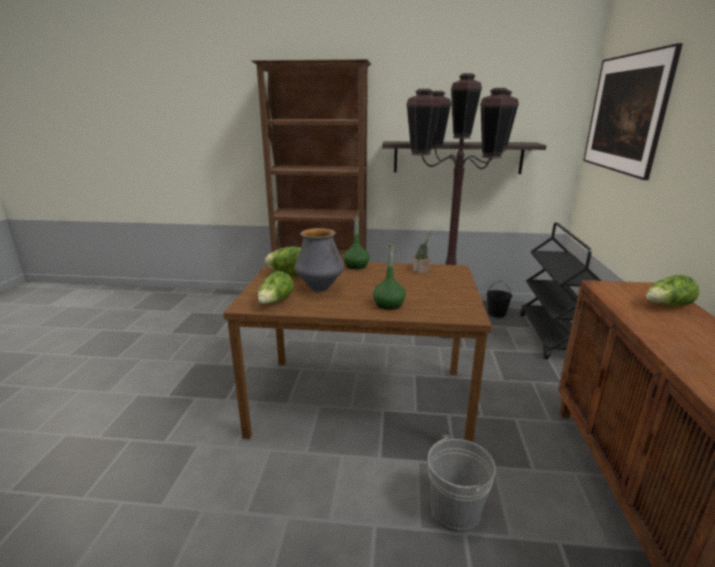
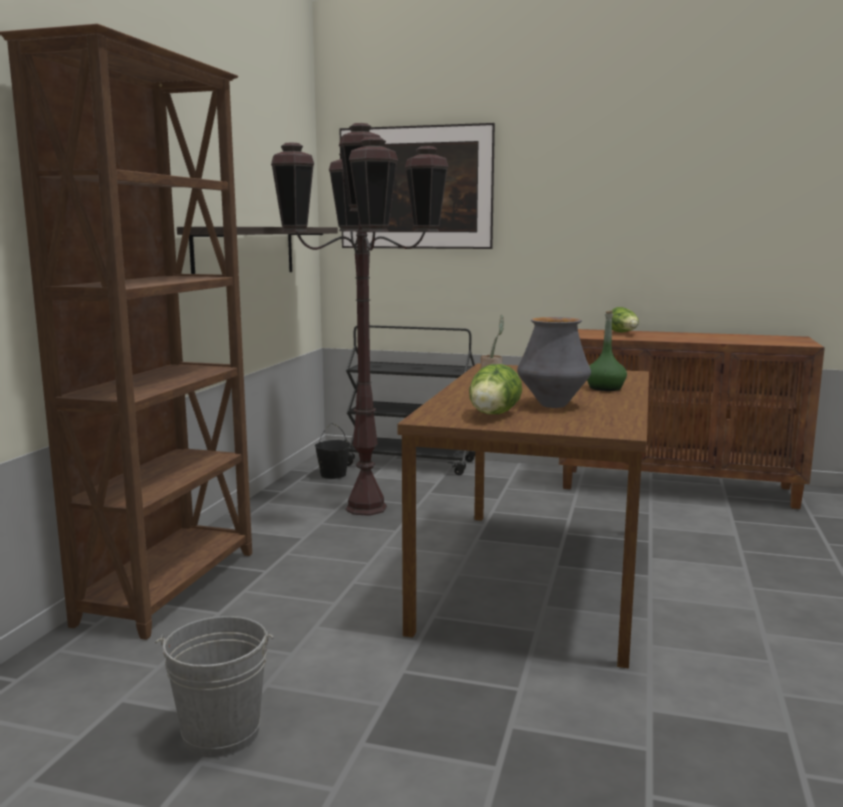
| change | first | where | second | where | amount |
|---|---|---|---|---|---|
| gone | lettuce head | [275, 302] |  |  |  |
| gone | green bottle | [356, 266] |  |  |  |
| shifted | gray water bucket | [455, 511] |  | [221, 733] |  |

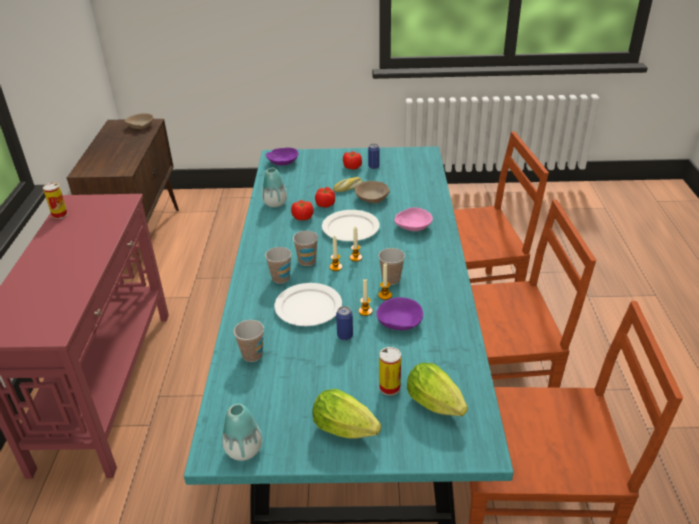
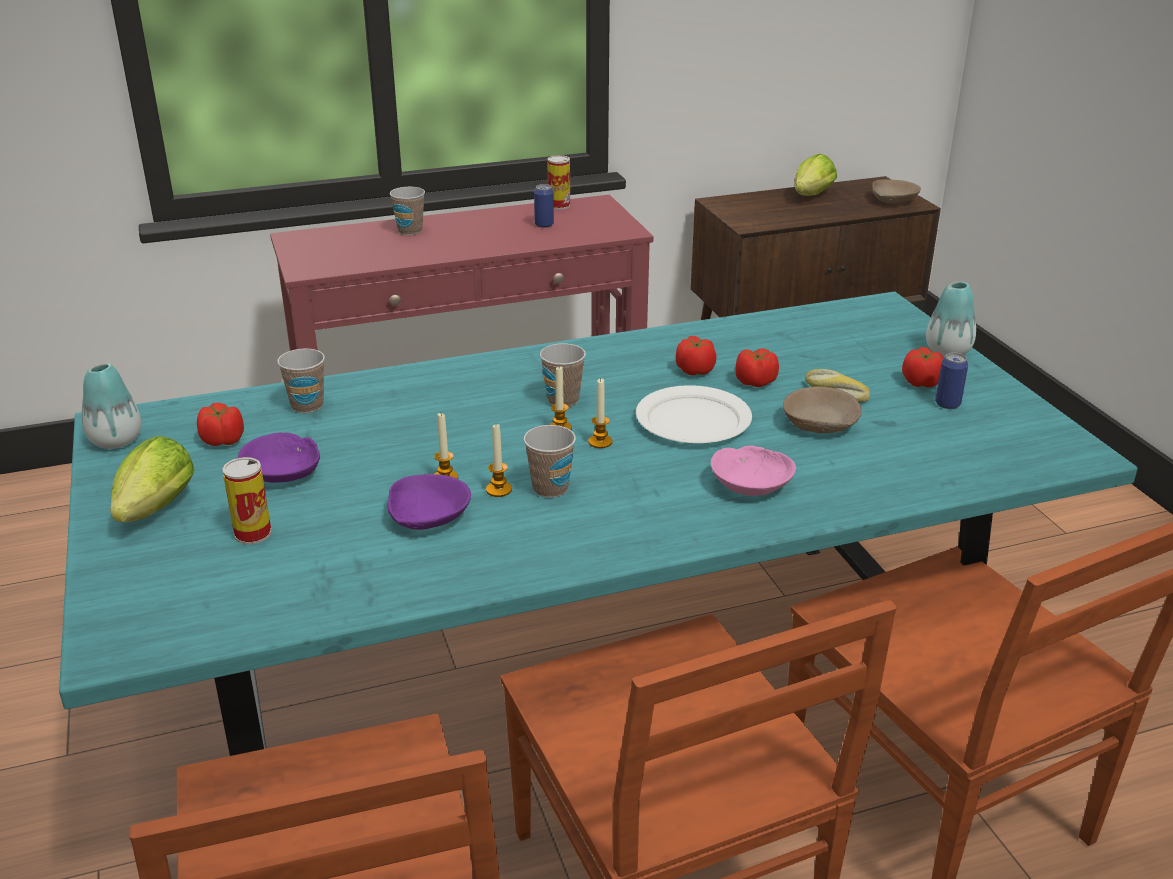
| change | first | where | second | where | amount |
|---|---|---|---|---|---|
| shifted | decorative vase | [275, 203] |  | [947, 351] |  |
| shifted | small cup | [280, 278] |  | [410, 231] |  |
| shifted | purple-coloured bowl | [282, 162] |  | [283, 471] |  |
| gone | white-coloured dinner plate | [308, 307] |  |  |  |
| shifted | sealed can | [345, 335] |  | [544, 225] |  |
| shifted | lettuce head | [437, 406] |  | [810, 197] |  |
| new |  |  | tomato | [223, 440] |  |

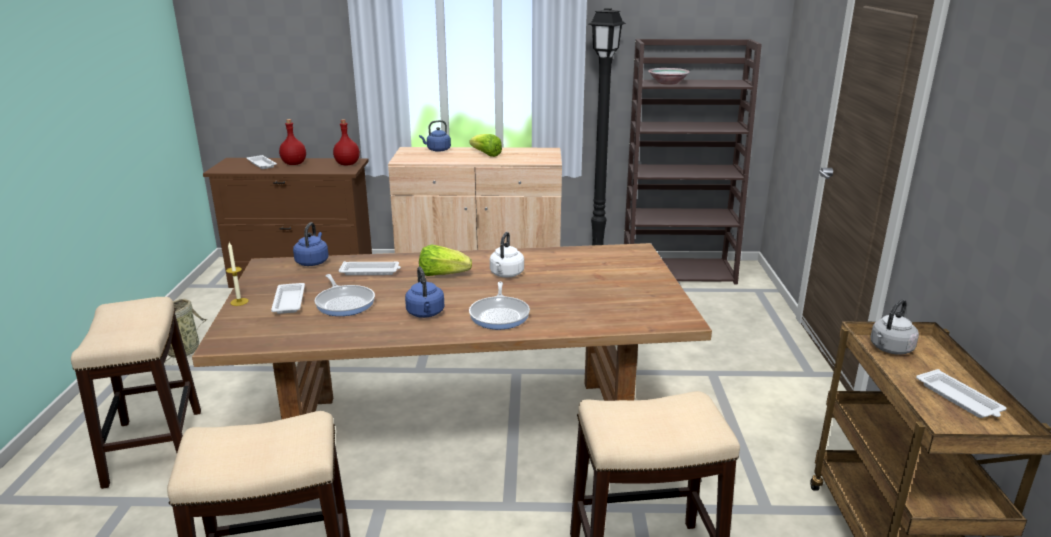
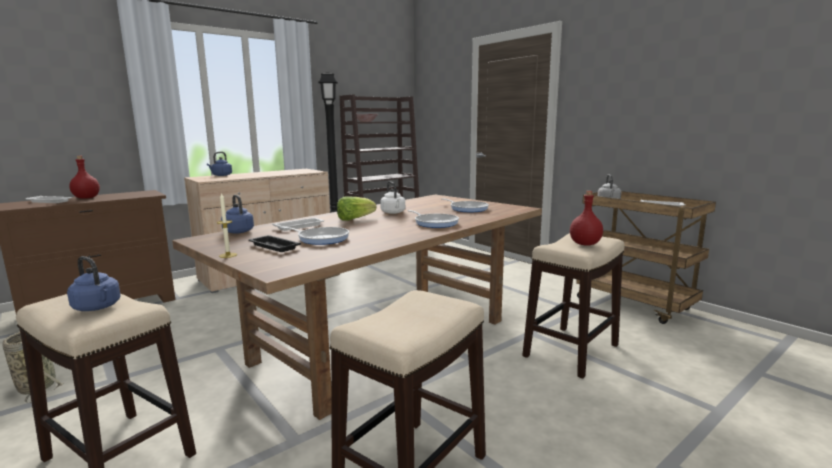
| change | first | where | second | where | amount |
|---|---|---|---|---|---|
| repainted | white-coloured serving tray | [289, 301] | black serving tray | [273, 246] |  |
| shifted | red bottle | [347, 164] |  | [584, 244] |  |
| shifted | blue-coloured kettle | [425, 313] |  | [98, 307] |  |
| gone | lettuce head | [486, 154] |  |  |  |
| new |  |  | skillet | [467, 209] |  |

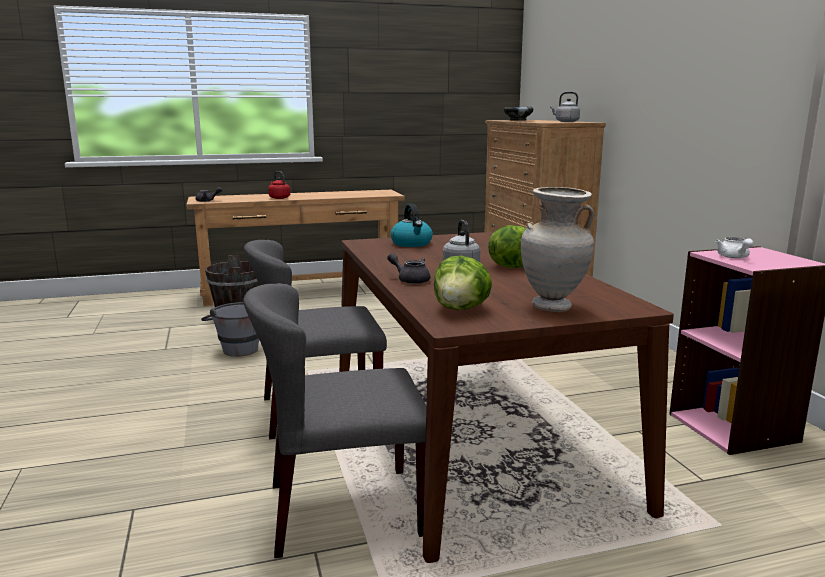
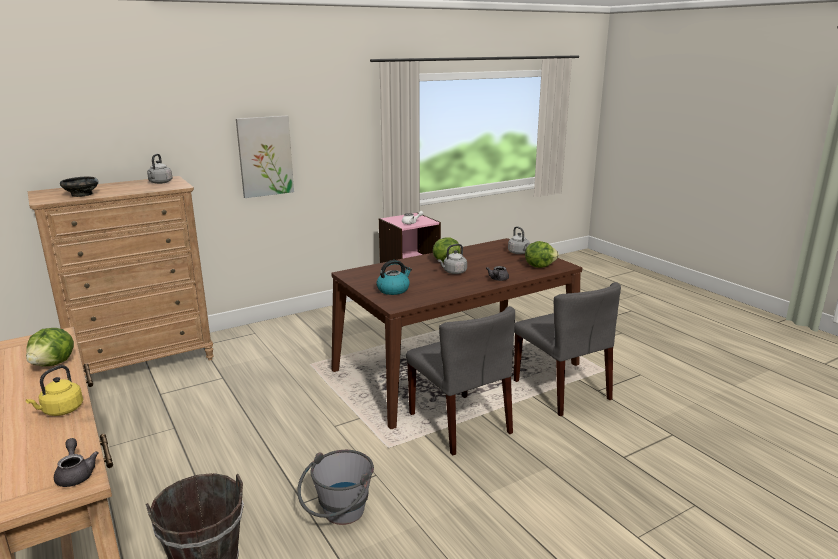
| change | first | where | second | where | amount |
|---|---|---|---|---|---|
| repainted | red kettle | [278, 198] | yellow-coloured kettle | [61, 410] |  |
| swapped | beige-coloured decorative vase | [552, 307] | gray kettle | [519, 253] |  |
| new |  |  | lettuce head | [54, 364] |  |
| new |  |  | picture | [265, 156] |  |

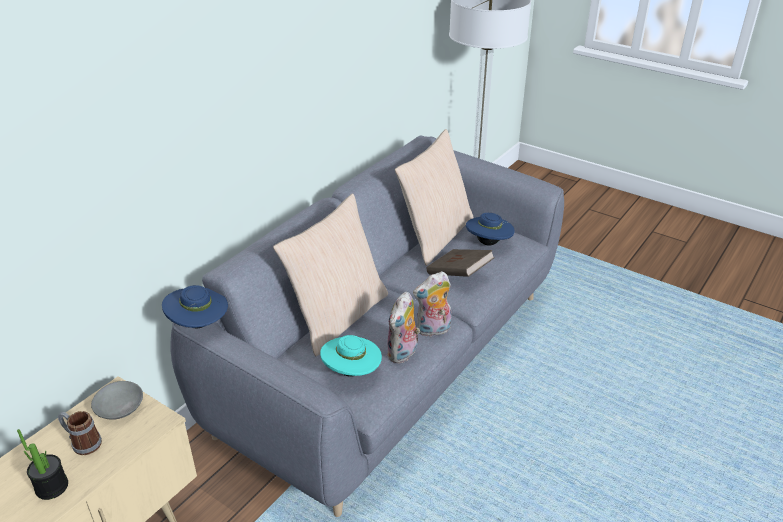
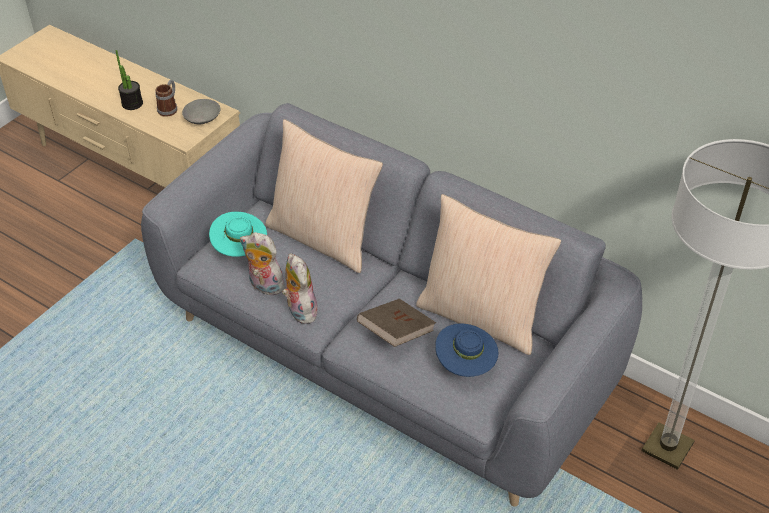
| change | first | where | second | where | amount |
|---|---|---|---|---|---|
| gone | blue-coloured clothing hat | [199, 324] |  |  |  |

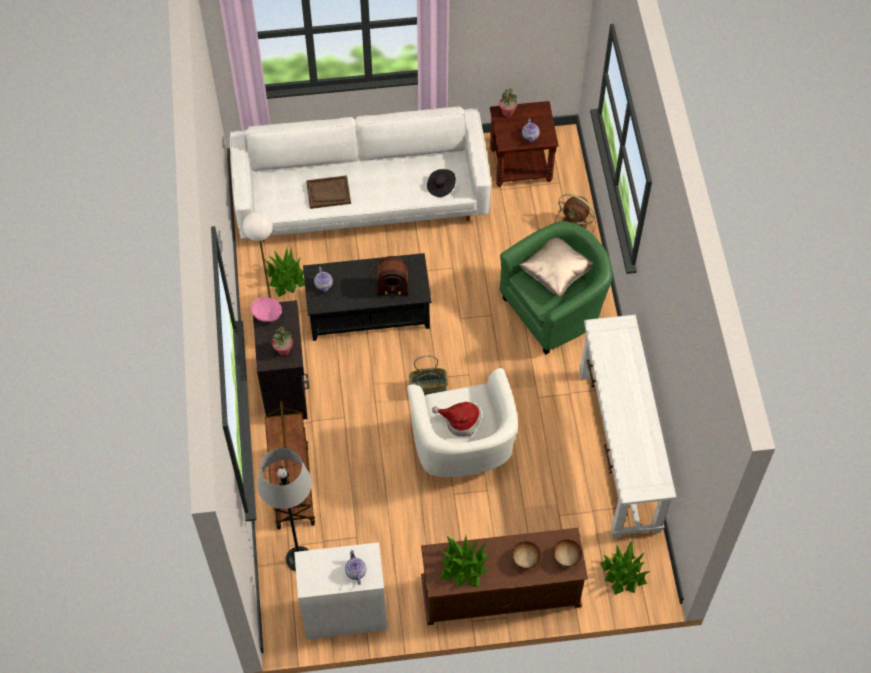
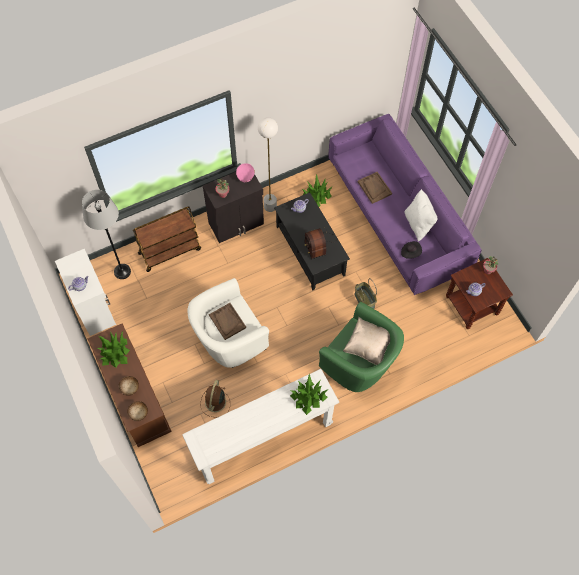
| change | first | where | second | where | amount |
|---|---|---|---|---|---|
| repainted | white-coloured sofa | [362, 198] | purple-coloured sofa | [397, 217] |  |
| shifted | storage basket | [428, 388] |  | [365, 300] |  |
| swapped | clothing hat | [460, 421] | brown serving tray | [227, 321] |  |
| shifted | brown electric fan | [575, 224] |  | [215, 403] |  |
| shifted | plant in a pot | [623, 573] |  | [308, 397] |  |
| new |  |  | white-coloured throw pillow | [418, 224] |  |

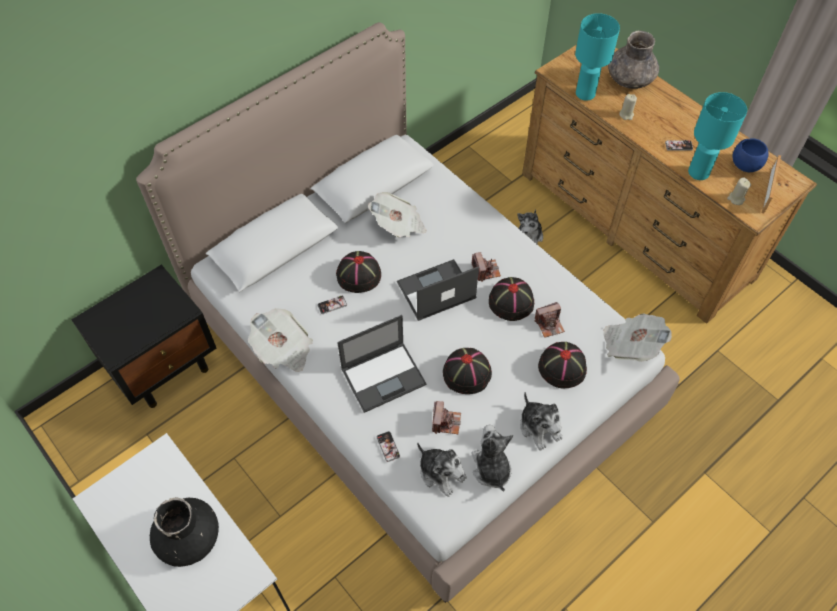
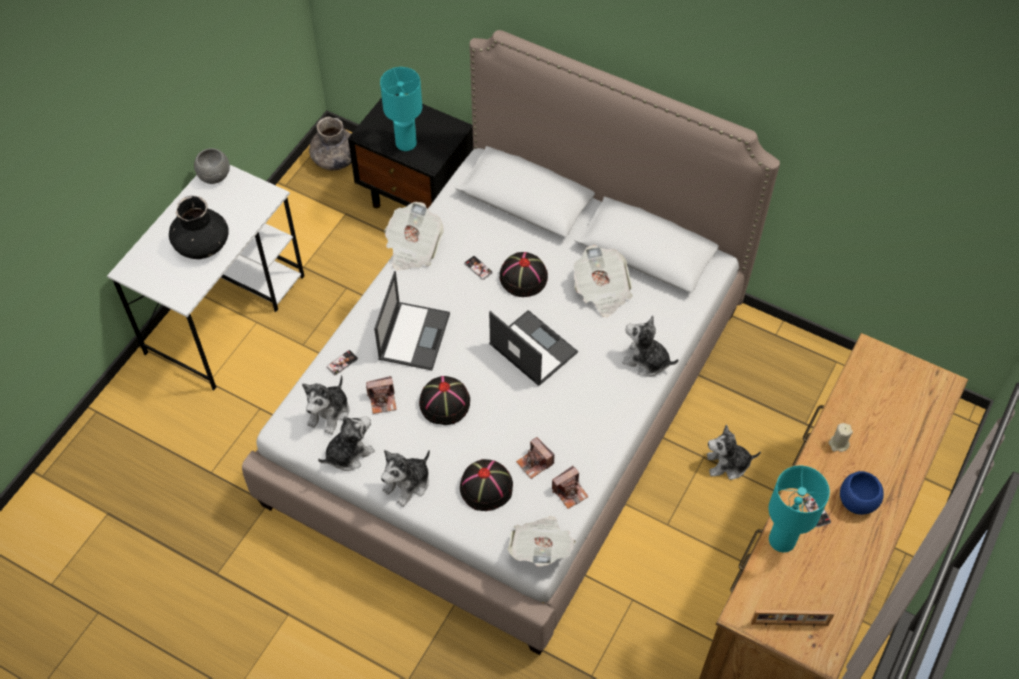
| change | first | where | second | where | amount |
|---|---|---|---|---|---|
| rotated | laptop | [384, 376] |  | [414, 335] | 120 degrees counterclockwise |
| shifted | still camera | [485, 270] |  | [570, 492] |  |
| gone | black clothing hat | [511, 301] |  |  |  |
| shifted | blue-green table lamp | [585, 94] |  | [405, 143] |  |
| shifted | gray decorative vase | [629, 79] |  | [334, 159] |  |
| gone | beige-coloured wax light | [736, 199] |  |  |  |
| shifted | blue-coloured bowl | [745, 166] |  | [857, 502] |  |
| new |  |  | gray bowl | [215, 176] |  |
| new |  |  | cuddly toy | [646, 361] |  |

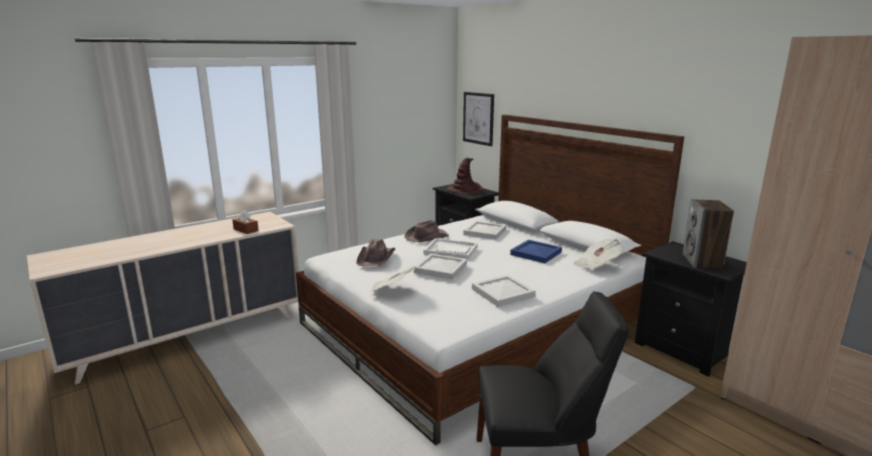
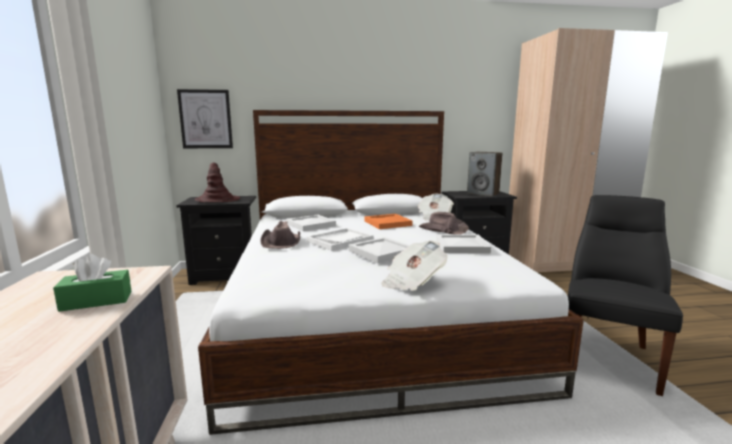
| change | first | where | second | where | amount |
|---|---|---|---|---|---|
| repainted | brown box of tissues | [246, 230] | green box of tissues | [96, 301] |  |
| shifted | brown clothing hat | [376, 258] |  | [442, 229] |  |
| repainted | blue-coloured serving tray | [536, 253] | orange serving tray | [388, 223] |  |

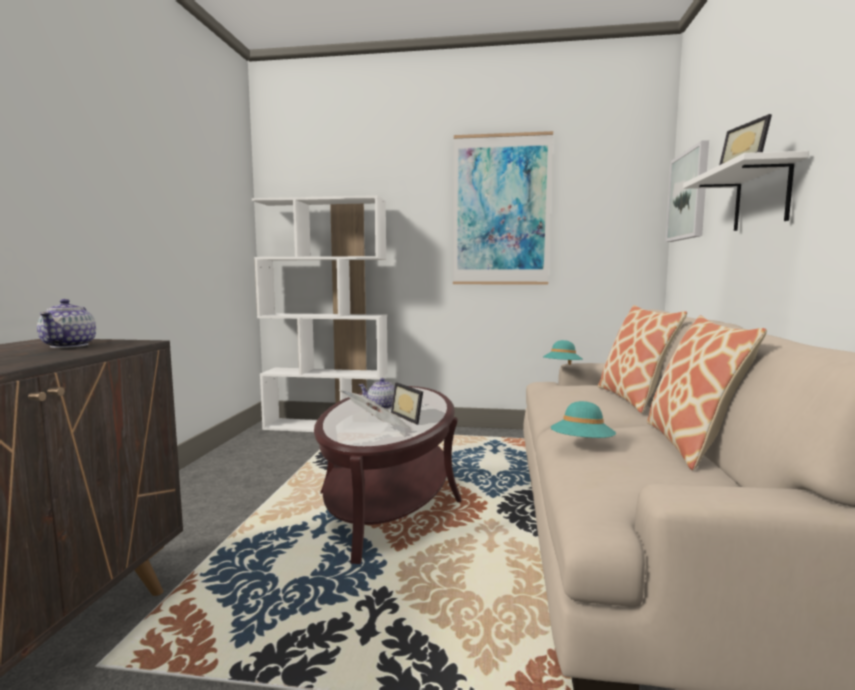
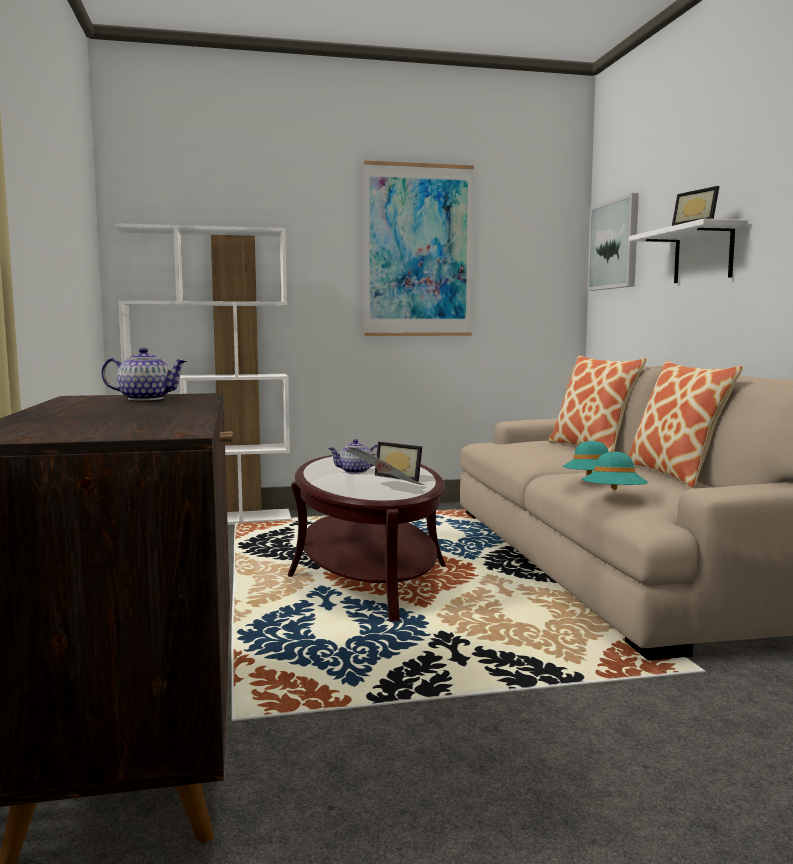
| change | first | where | second | where | amount |
|---|---|---|---|---|---|
| rotated | teapot | [70, 345] |  | [145, 398] | 60 degrees counterclockwise |
| shifted | blue-green clothing hat | [562, 367] |  | [614, 496] |  |

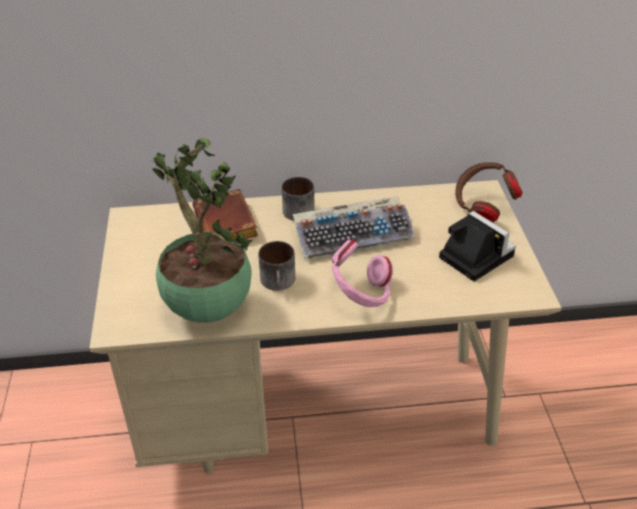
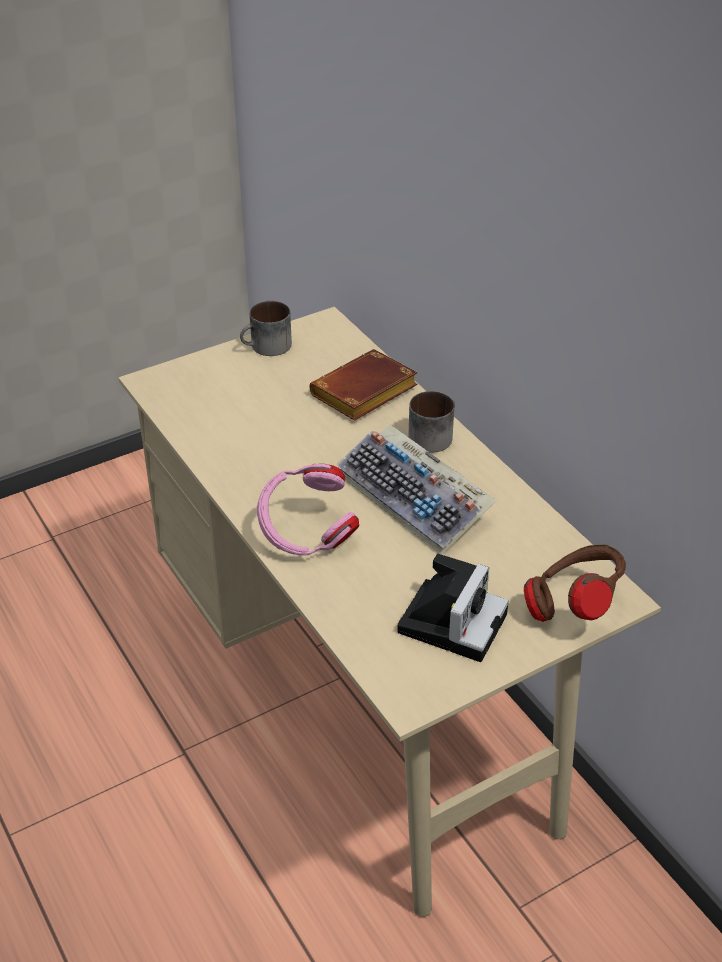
| change | first | where | second | where | amount |
|---|---|---|---|---|---|
| gone | plant in a pot | [206, 307] |  |  |  |
| shifted | tea mug | [279, 282] |  | [267, 347] |  |

